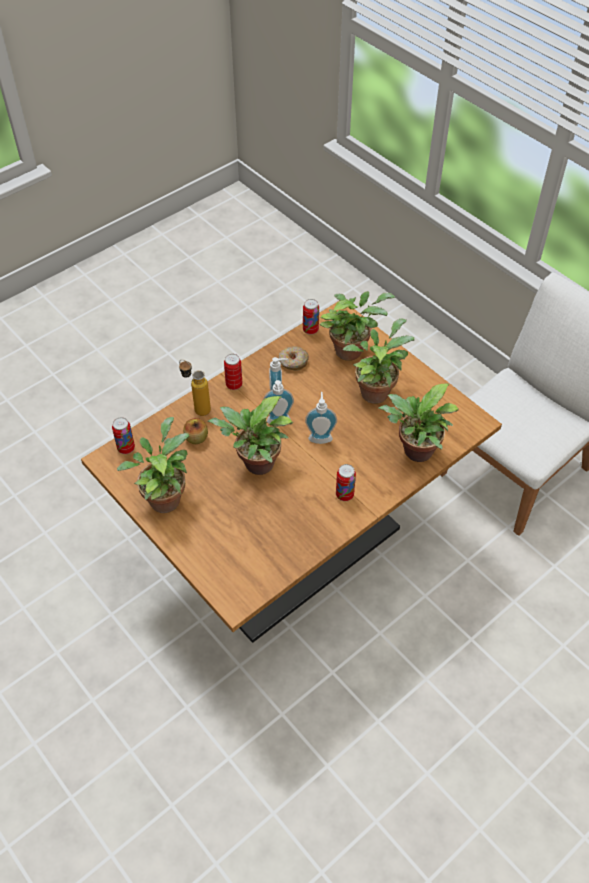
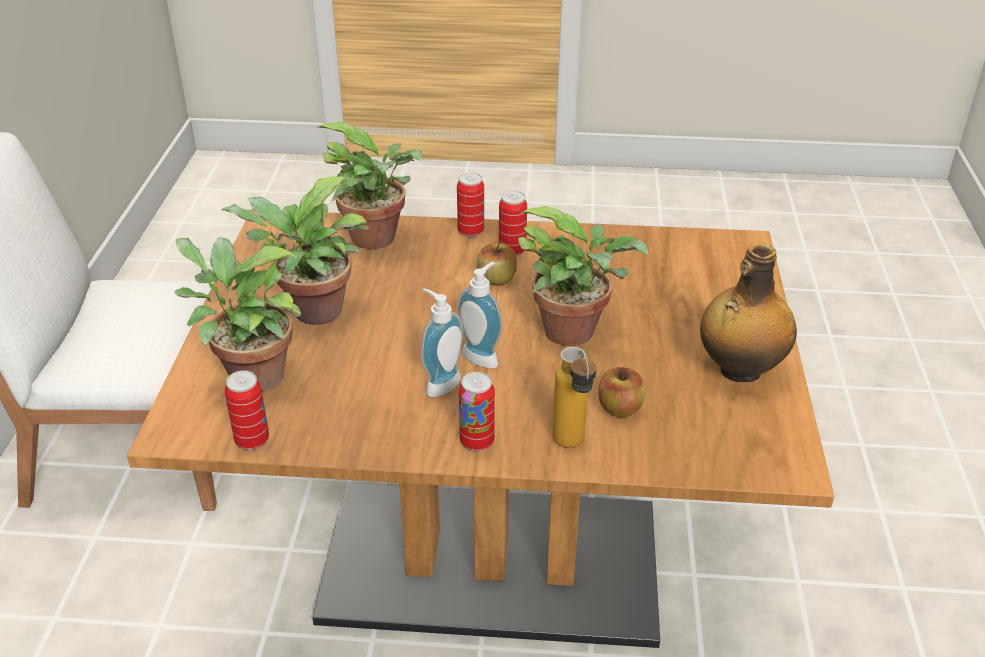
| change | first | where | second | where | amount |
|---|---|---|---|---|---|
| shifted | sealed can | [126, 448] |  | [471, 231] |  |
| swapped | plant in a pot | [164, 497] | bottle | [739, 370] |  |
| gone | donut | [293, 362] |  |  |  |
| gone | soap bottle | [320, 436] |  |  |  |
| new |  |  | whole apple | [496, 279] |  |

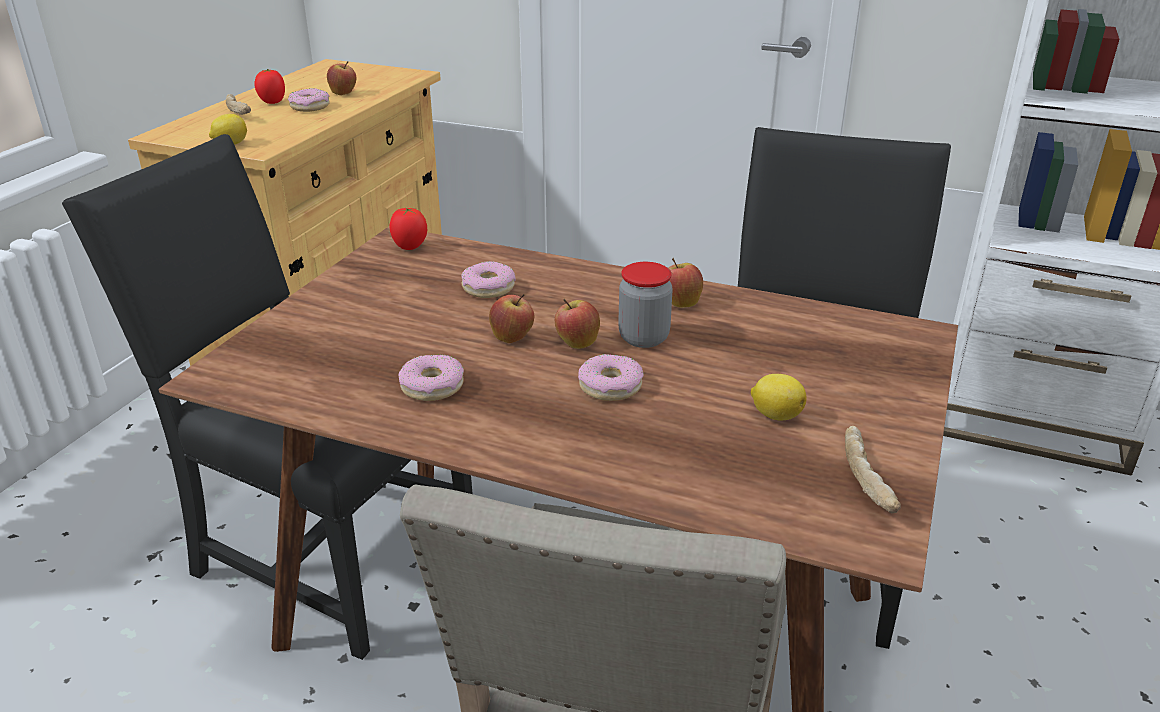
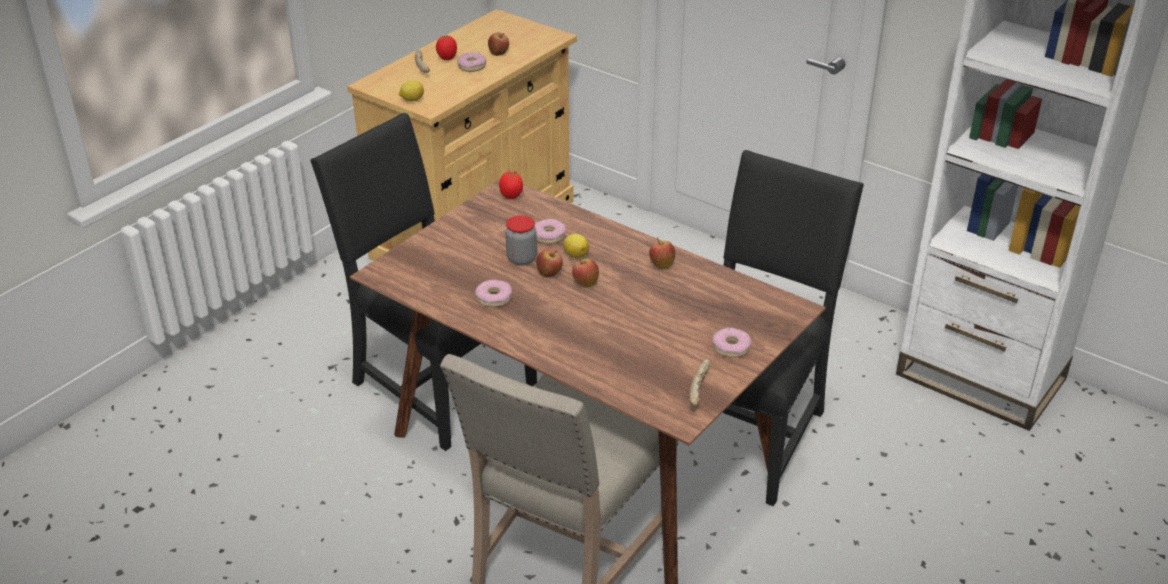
| change | first | where | second | where | amount |
|---|---|---|---|---|---|
| shifted | donut | [610, 386] |  | [731, 347] |  |
| shifted | storage jar | [643, 338] |  | [521, 259] |  |
| shifted | whole lemon | [775, 415] |  | [575, 255] |  |

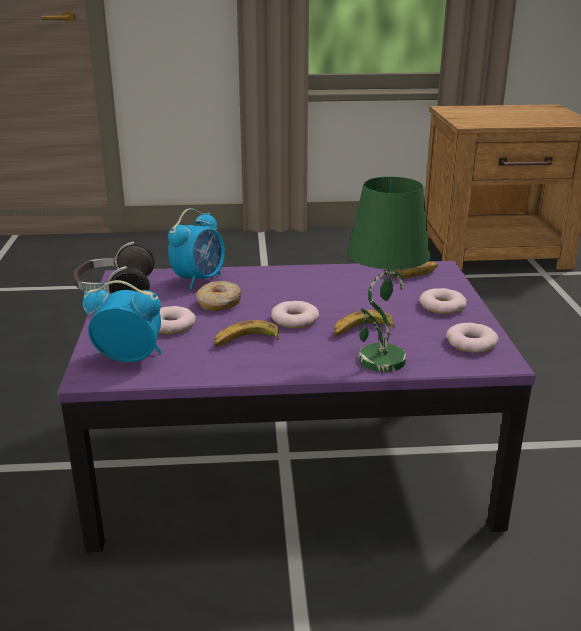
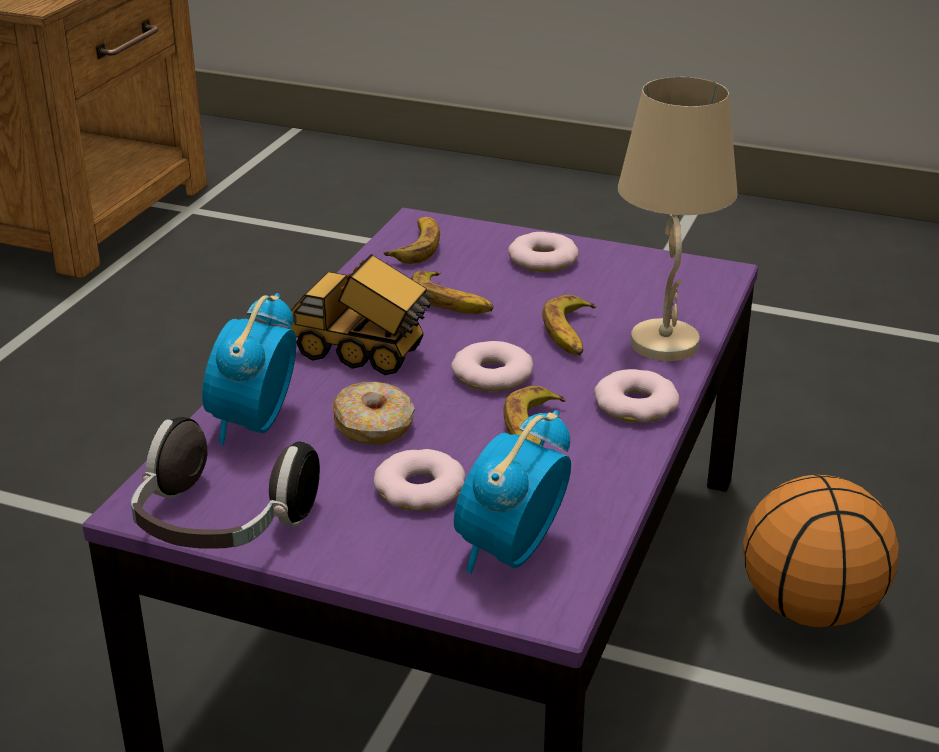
| change | first | where | second | where | amount |
|---|---|---|---|---|---|
| rotated | alarm clock | [199, 280] |  | [254, 425] | 135 degrees counterclockwise |
| repainted | green table lamp | [381, 360] | beige-coloured table lamp | [666, 344] |  |
| shifted | donut | [471, 343] |  | [636, 405] |  |
| new |  |  | toy truck | [363, 354] |  |
| new |  |  | banana | [451, 302] |  |
| new |  |  | ball for basketball | [809, 609] |  |

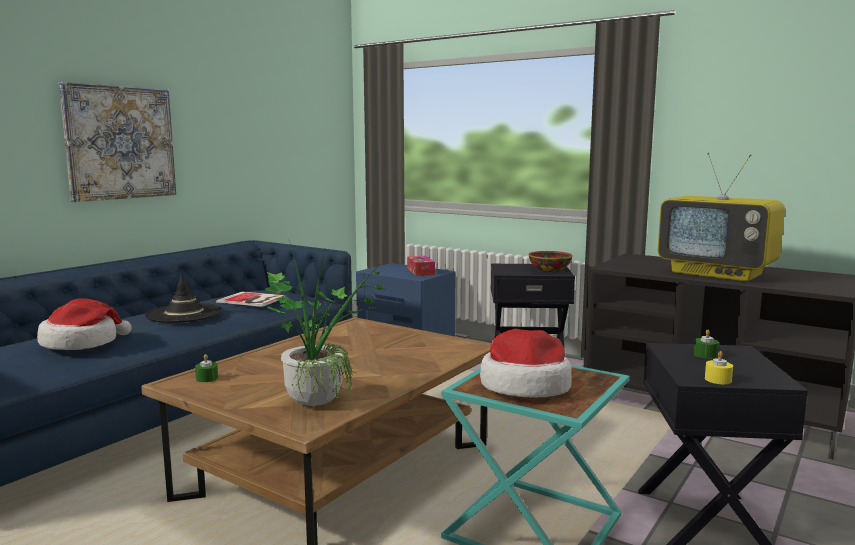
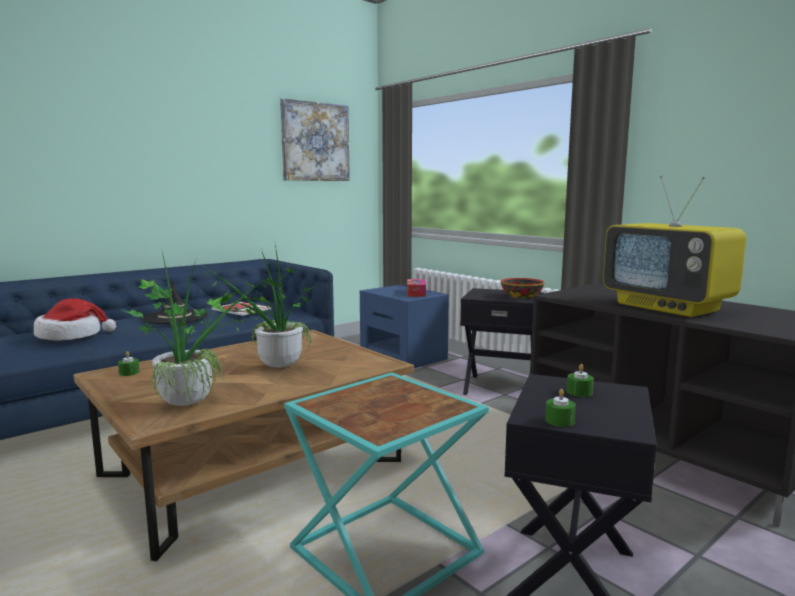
| change | first | where | second | where | amount |
|---|---|---|---|---|---|
| shifted | picture | [120, 143] |  | [315, 142] |  |
| gone | clothing hat | [525, 386] |  |  |  |
| repainted | yellow-coloured wax light | [718, 380] | green wax light | [559, 421] |  |
| new |  |  | plant in a pot | [270, 366] |  |

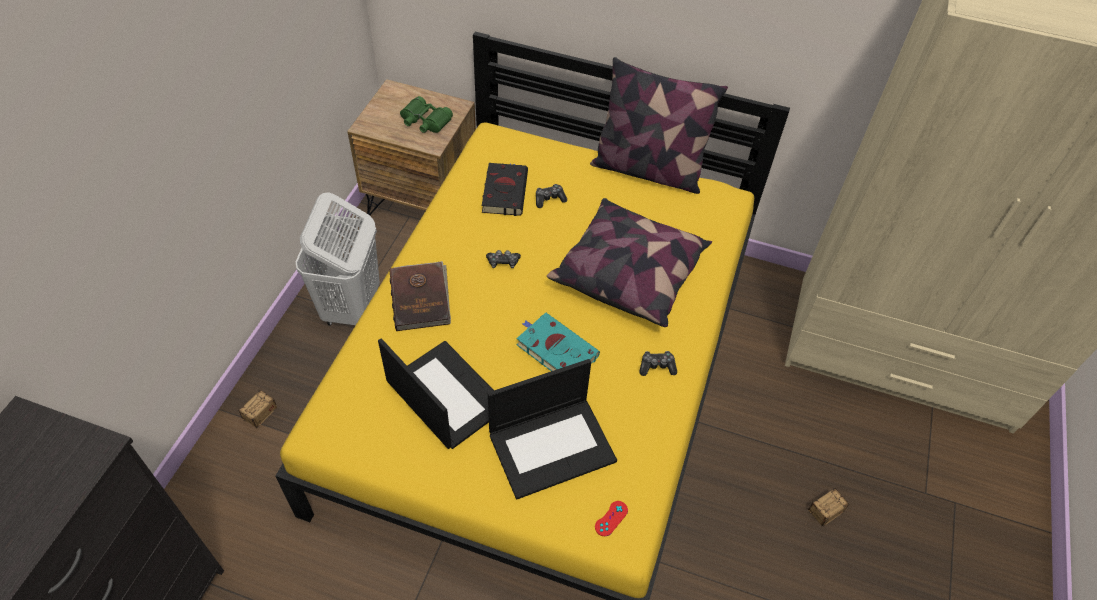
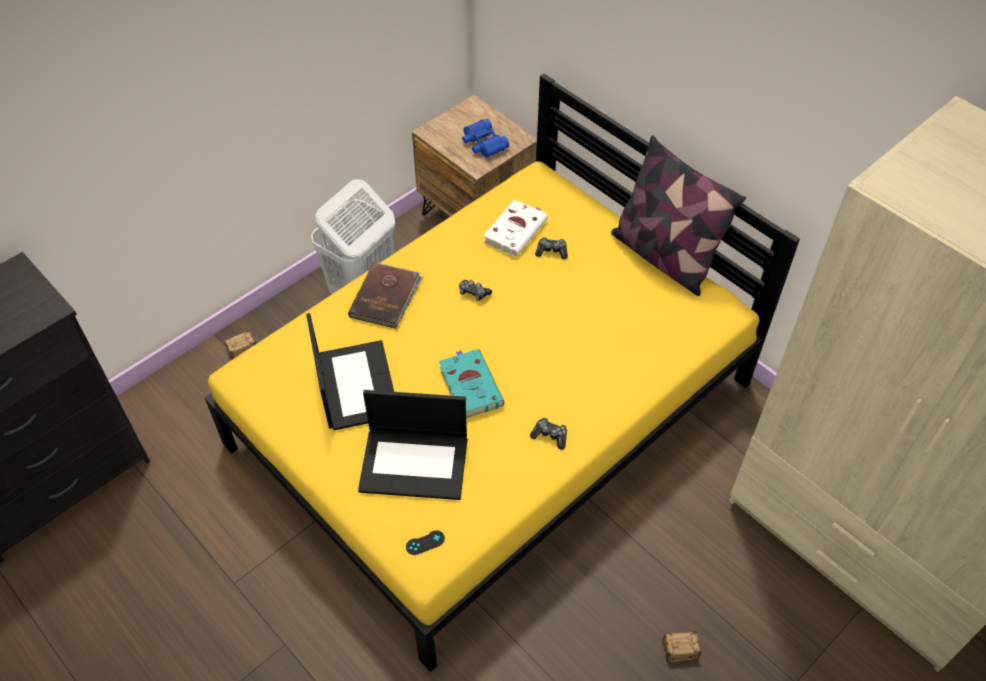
| change | first | where | second | where | amount |
|---|---|---|---|---|---|
| repainted | green binoculars | [425, 121] | blue-coloured binoculars | [483, 144] |  |
| repainted | black book | [504, 191] | white-coloured book | [516, 230] |  |
| gone | throw pillow | [628, 274] |  |  |  |
| repainted | red gamepad | [611, 518] | black gamepad | [425, 542] |  |

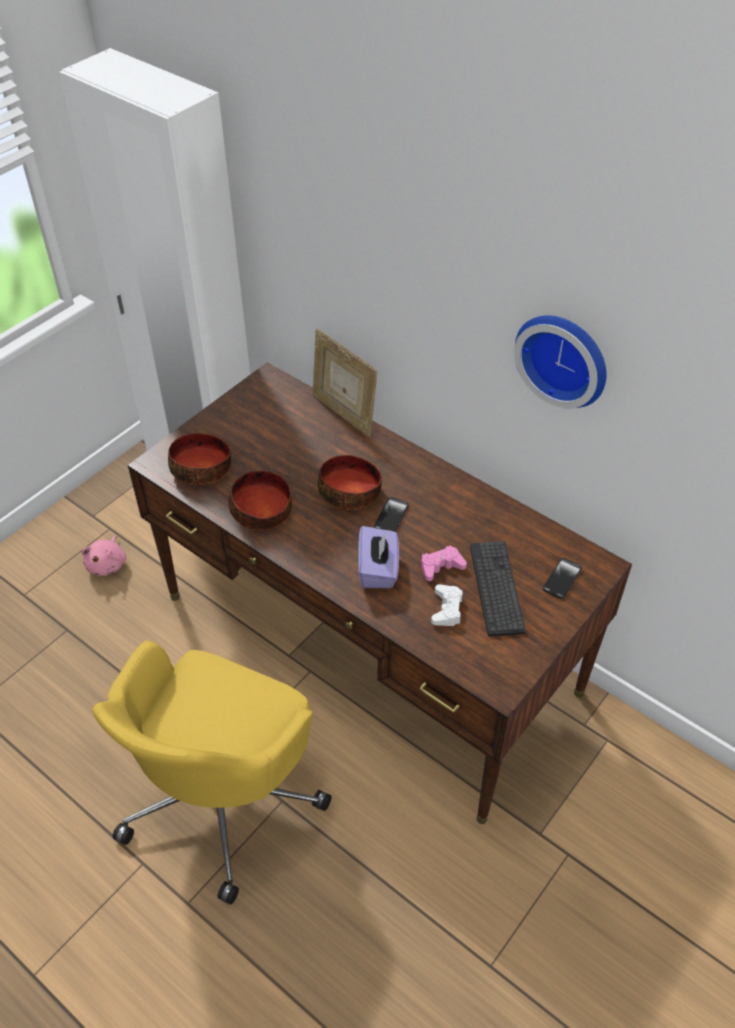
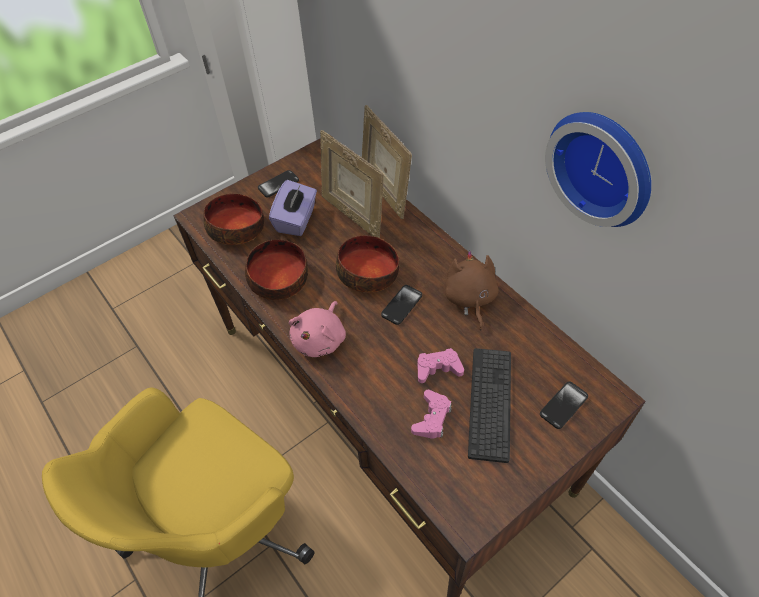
| change | first | where | second | where | amount |
|---|---|---|---|---|---|
| shifted | pink-coloured cuddly toy | [108, 564] |  | [320, 339] |  |
| shifted | purple-coloured box of tissues | [378, 570] |  | [296, 220] |  |
| repainted | white-coloured gamepad | [447, 609] | pink-coloured gamepad | [432, 418] |  |
| new |  |  | handset | [278, 184] |  |
| new |  |  | picture frame | [352, 215] |  |
| new |  |  | brown cuddly toy | [470, 299] |  |

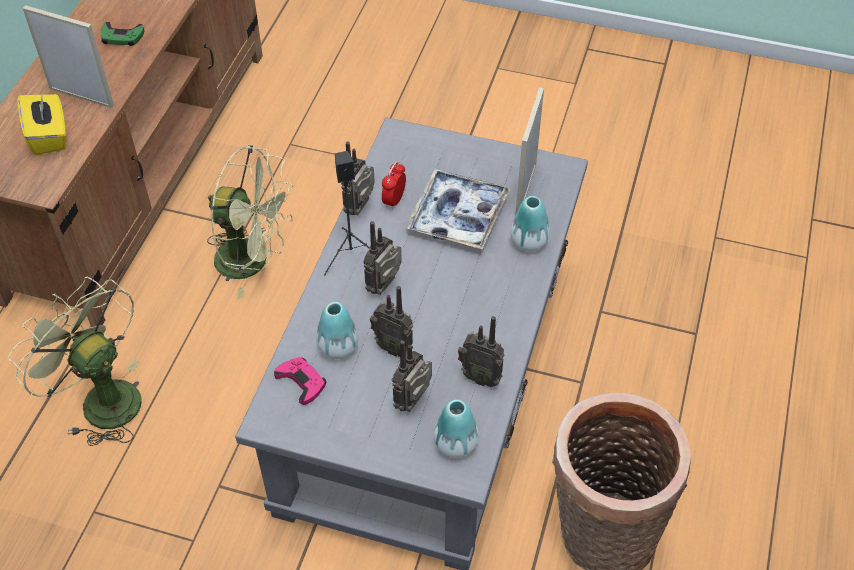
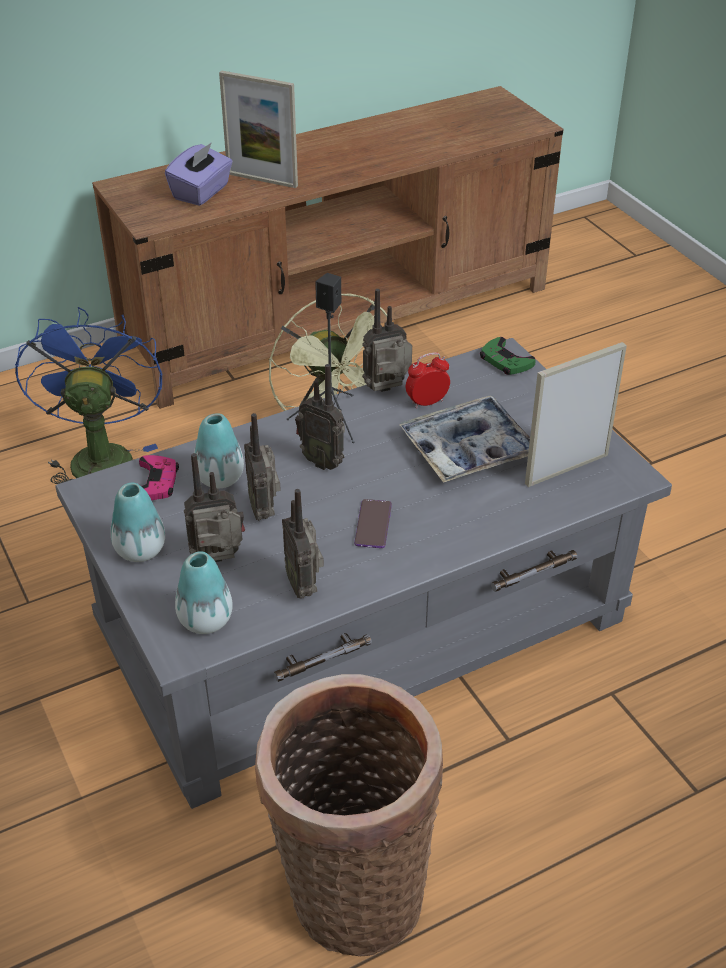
| change | first | where | second | where | amount |
|---|---|---|---|---|---|
| repainted | green electric fan | [101, 399] | blue-coloured electric fan | [100, 455] |  |
| repainted | yellow-coloured box of tissues | [48, 136] | purple-coloured box of tissues | [202, 192] |  |
| rotated | picture frame | [81, 97] |  | [262, 180] | 135 degrees clockwise |
| shifted | green gamepad | [122, 37] |  | [505, 361] |  |
| rotated | radio set | [385, 287] |  | [323, 461] | 135 degrees counterclockwise |
| shifted | decorative vase | [528, 242] |  | [140, 550] |  |
| new |  |  | handset | [373, 524] |  |

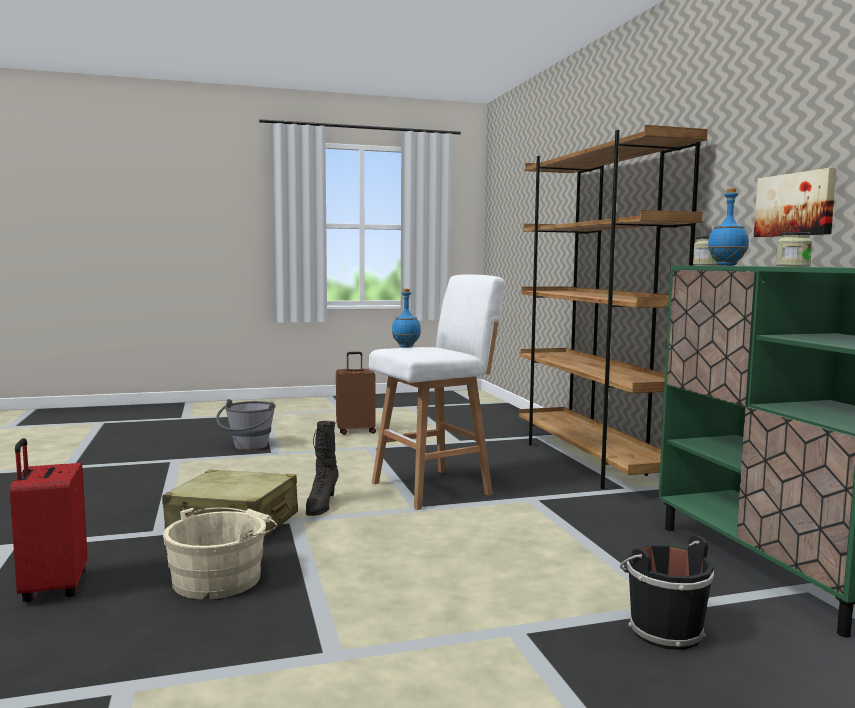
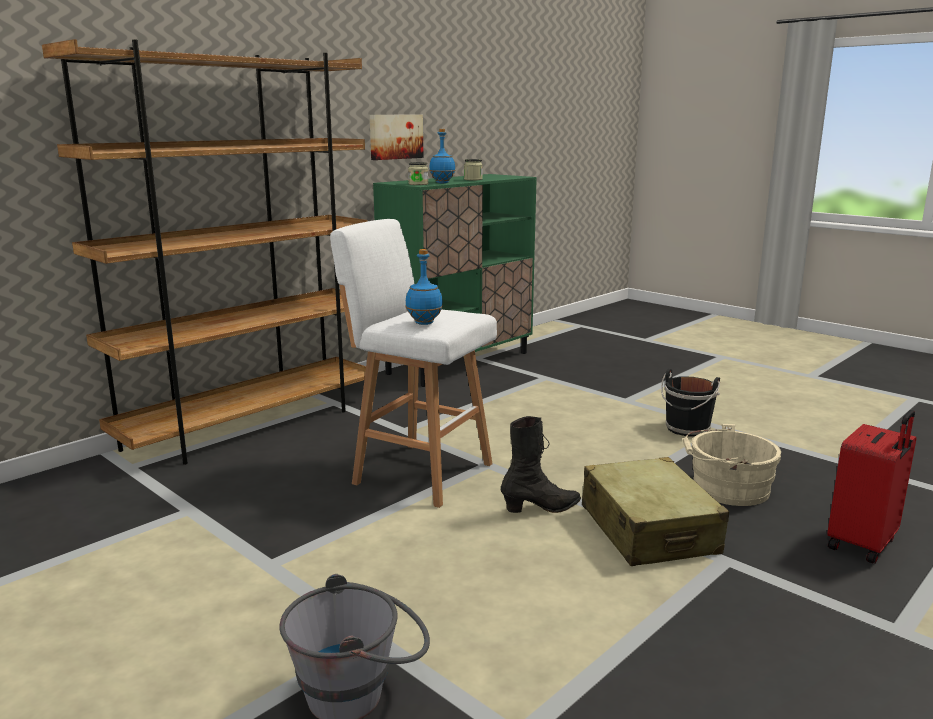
| change | first | where | second | where | amount |
|---|---|---|---|---|---|
| gone | brown suitcase | [356, 431] |  |  |  |
| shifted | black water bucket | [662, 630] |  | [687, 429] |  |

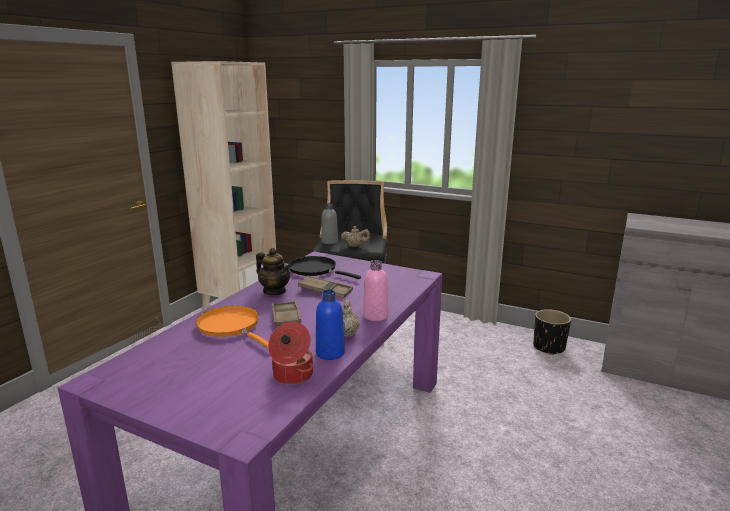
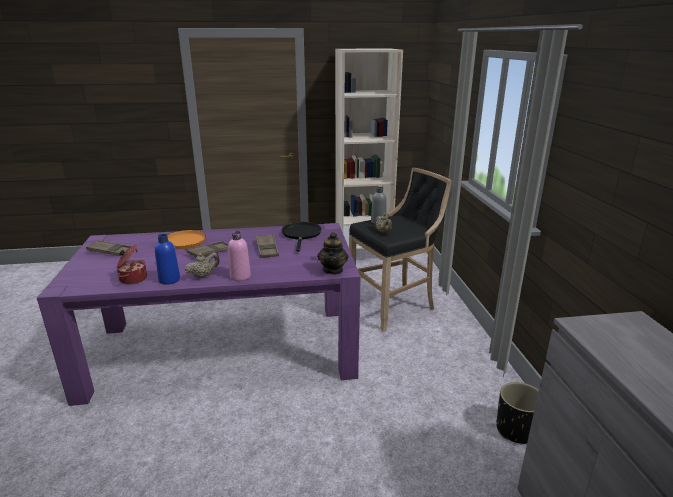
| change | first | where | second | where | amount |
|---|---|---|---|---|---|
| shifted | teapot | [275, 291] |  | [333, 270] |  |
| new |  |  | brown serving tray | [111, 251] |  |

